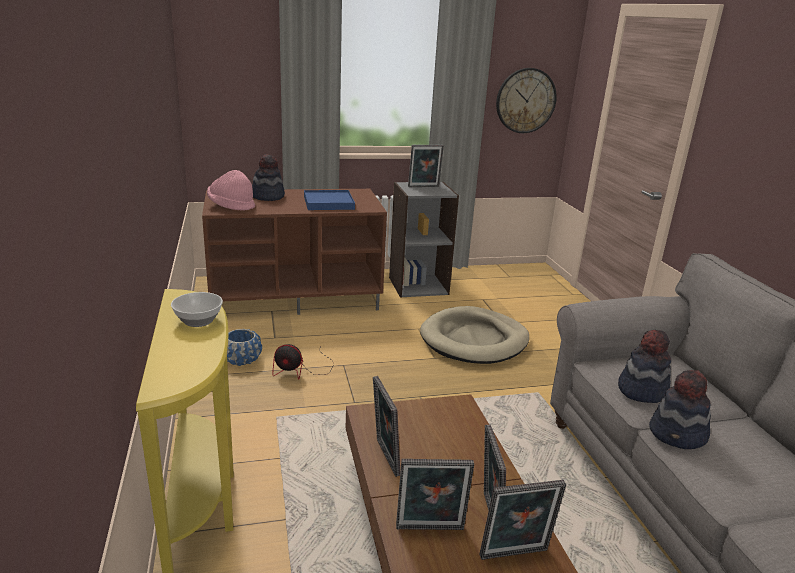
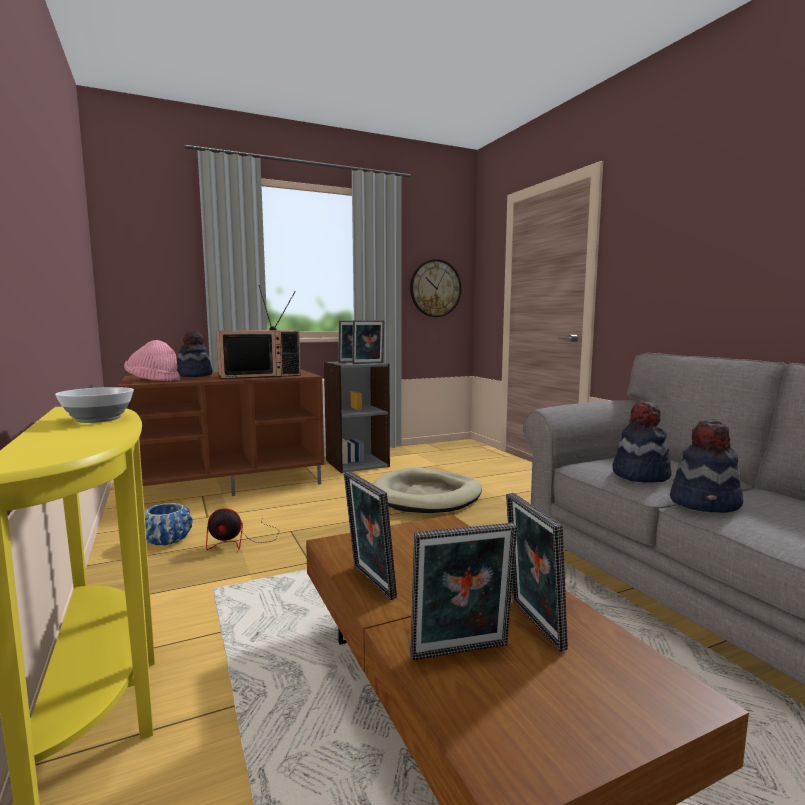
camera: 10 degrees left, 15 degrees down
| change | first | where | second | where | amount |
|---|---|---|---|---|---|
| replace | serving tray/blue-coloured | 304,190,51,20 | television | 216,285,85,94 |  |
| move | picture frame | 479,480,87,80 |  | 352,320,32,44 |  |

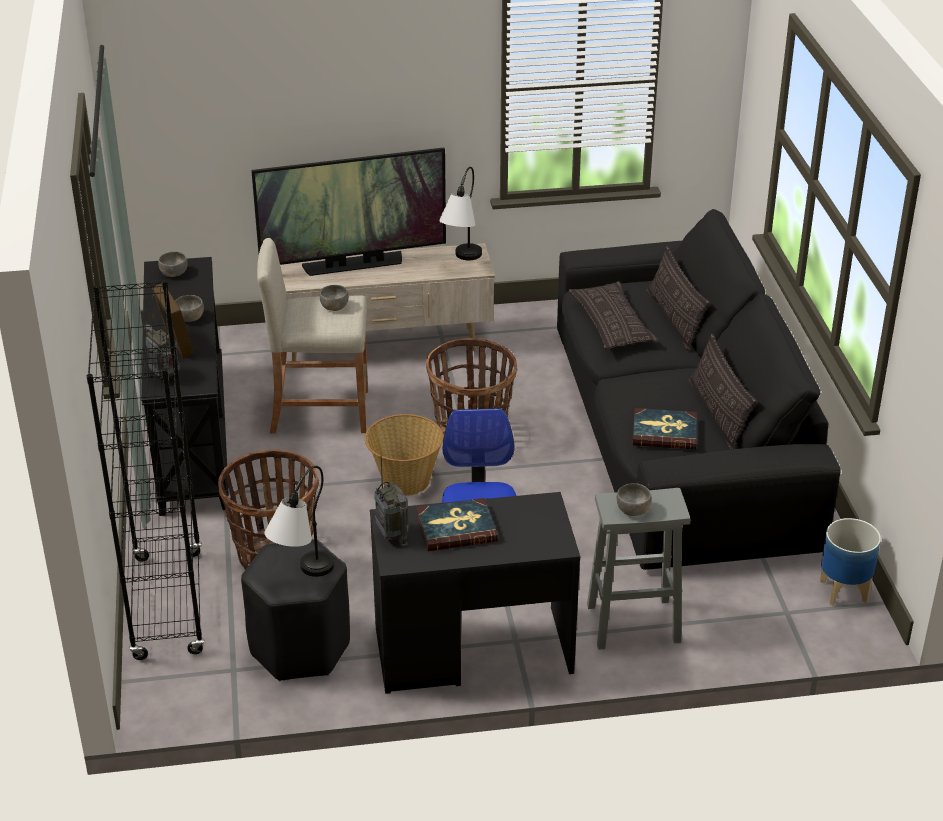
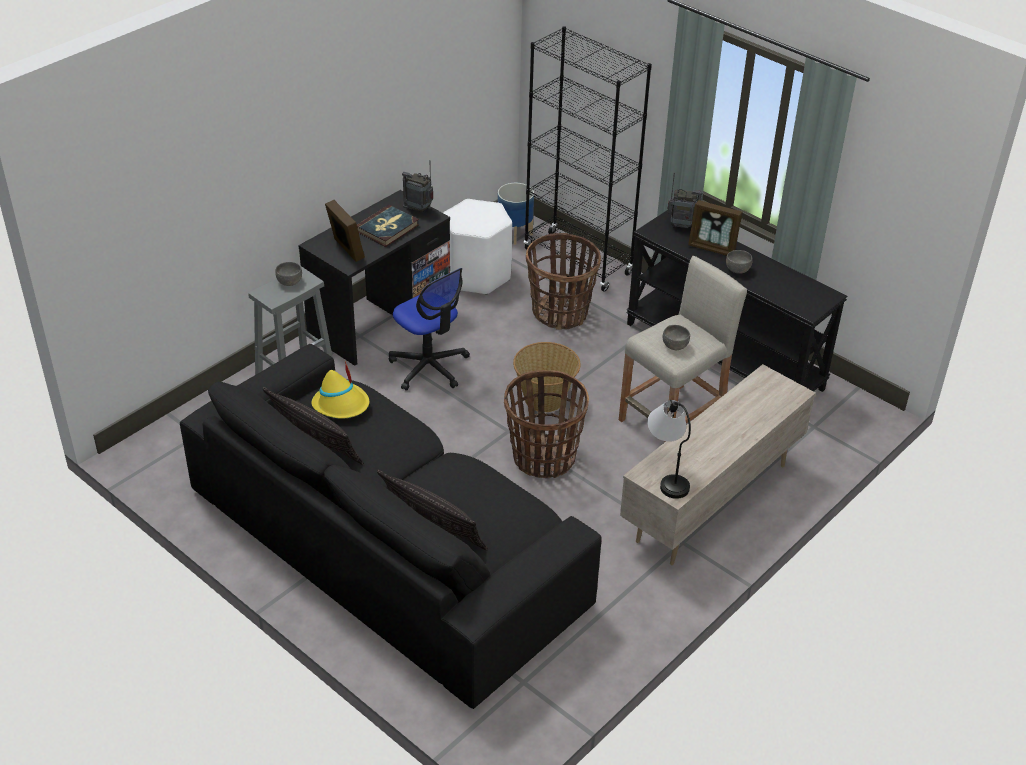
camera: 140 degrees right, 5 degrees up
| change | first | where | second | where | amount |
|---|---|---|---|---|---|
| delete | television | 251,147,195,129 |  |  |  |
| delete | deep dish/gray | 158,251,30,26 |  |  |  |
| delete | pillow | 569,281,90,69 |  |  |  |
| replace | bound book | 632,408,65,42 | wearable hat/yellowish | 311,361,58,58 |  |
| delete | tabletop lamp | 264,466,71,111 |  |  |  |
| move | flower pot | 820,518,61,88 |  | 498,183,36,62 |  |
| recolor | stool/blackish | 241,539,109,142 | stool/white | 443,199,69,96 |  |
| insert |  |  | picture frame | 325,200,40,62 |  |

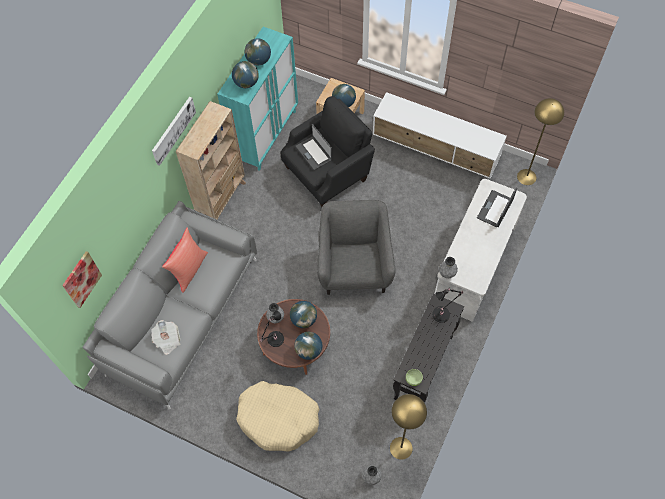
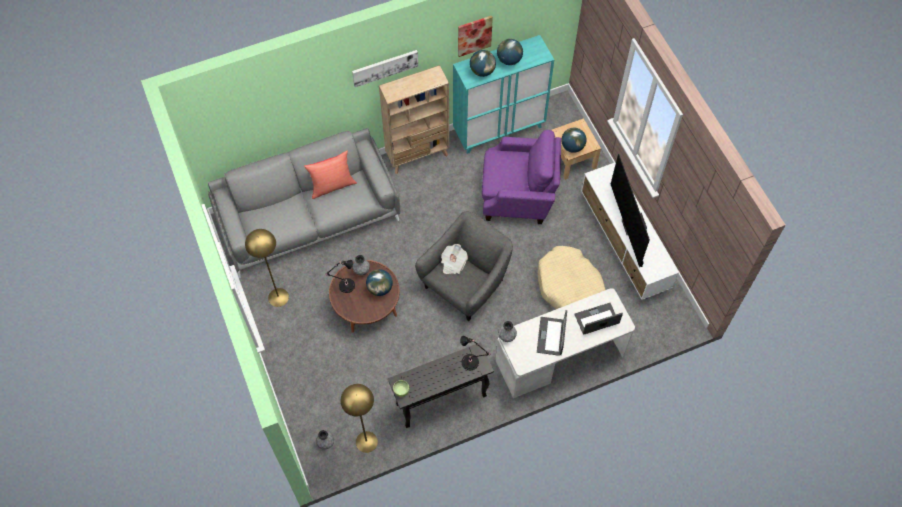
camera: 40 degrees right, 0 degrees up
| change | first | where | second | where | amount |
|---|---|---|---|---|---|
| recolor | lounge chair/blackish | 281,96,94,111 | lounge chair/purplish | 482,130,79,94 |  |
| move | standard lamp/yellowish | 517,98,47,87 |  | 245,229,44,78 |  |
| move | laptop | 296,124,36,46 |  | 537,310,30,46 |  |
| move | wall art | 62,251,40,57 |  | 458,16,35,41 |  |
| move | printed paper | 151,320,29,35 |  | 441,244,27,30 |  |
| delete | world globe | 294,332,28,28 |  |  |  |
| move | dog bed/beige-coloured | 236,381,84,71 |  | 538,246,68,63 |  |
| insert |  |  | television | 611,154,39,113 |  |

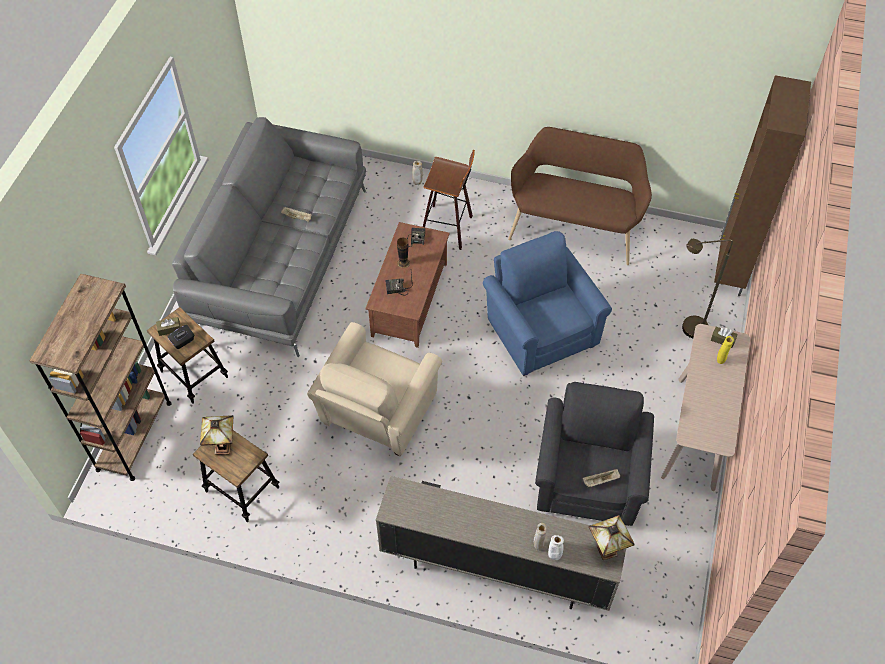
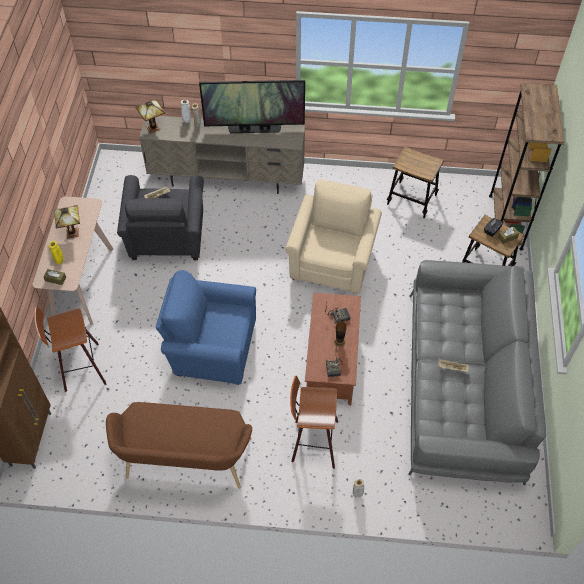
camera: 170 degrees right, 0 degrees up
| change | first | where | second | where | amount |
|---|---|---|---|---|---|
| rotate | lounge chair/blue-coloured | 483,231,129,145 |  | 156,270,100,115 | 135 degrees clockwise |
| replace | standard lamp/brownish | 682,239,51,99 | stool | 35,307,71,85 |  |
| move | tabletop lamp | 200,415,34,40 |  | 54,205,26,34 |  |
| insert |  |  | television | 199,80,106,53 |  |

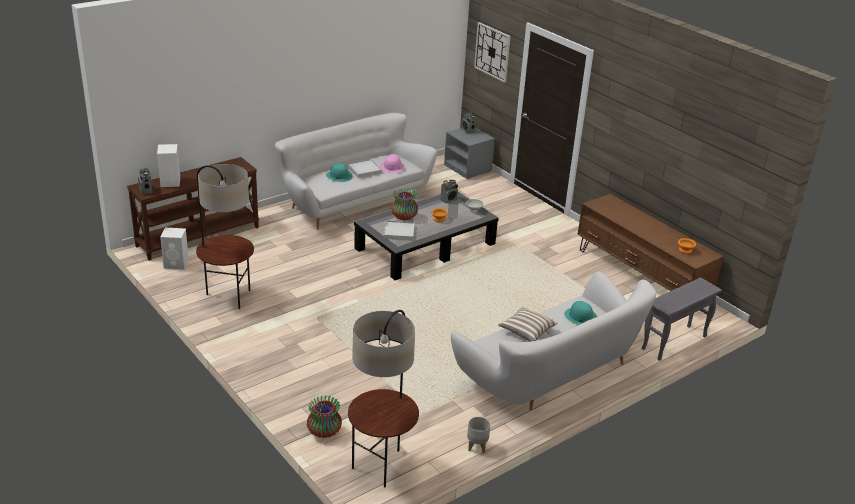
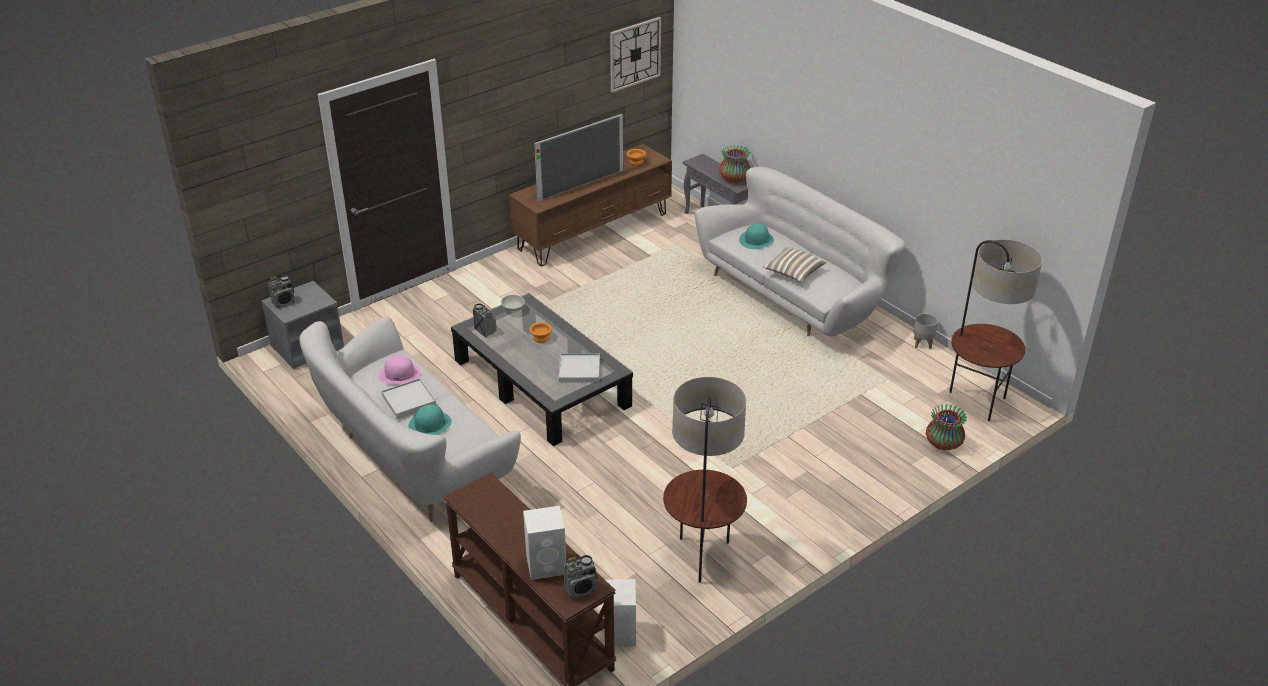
camera: 90 degrees left, 5 degrees up
| change | first | where | second | where | amount |
|---|---|---|---|---|---|
| move | hanging clock | 474,22,37,61 |  | 610,17,51,76 |  |
| move | vase | 391,188,27,32 |  | 719,145,31,38 |  |
| insert |  |  | television | 534,114,89,87 |  |

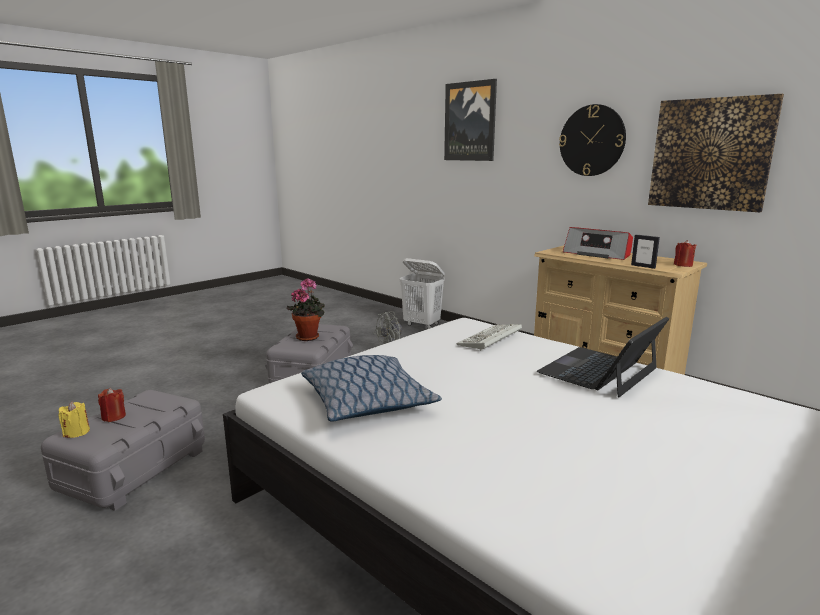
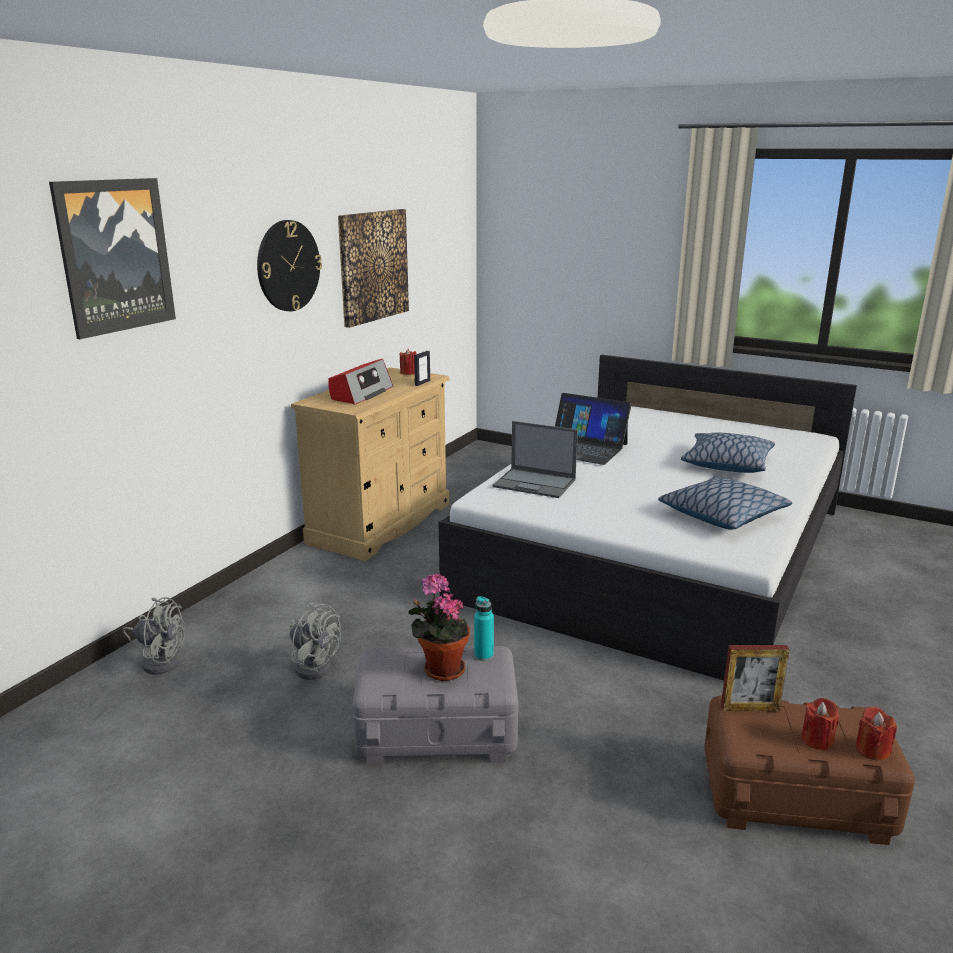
camera: 105 degrees left, 5 degrees up
| change | first | where | second | where | amount |
|---|---|---|---|---|---|
| replace | washing basket/white | 399,258,46,71 | cooling fan/gray | 122,597,63,78 |  |
| replace | computer keyboard | 456,324,66,27 | laptop | 493,421,85,77 |  |
| recolor | storage container/gray | 41,390,164,121 | storage container/brownish | 704,695,211,150 |  |
| recolor | wax candle/yellowish | 59,401,31,37 | wax candle/red | 856,707,41,53 |  |
| insert |  |  | pillow | 681,433,94,40 |  |
| insert |  |  | drink bottle/turquoise-coloured | 474,596,20,65 |  |
| insert |  |  | picture frame | 721,645,69,66 |  |

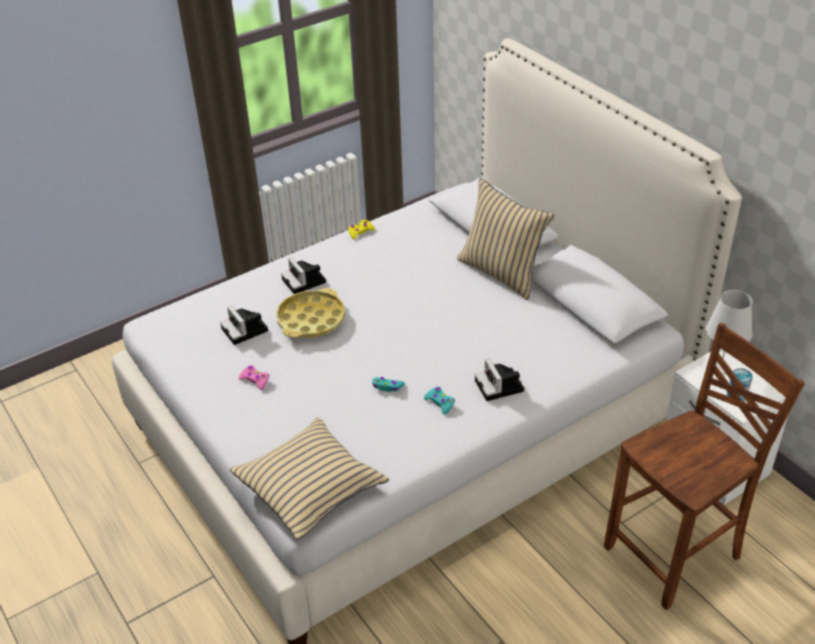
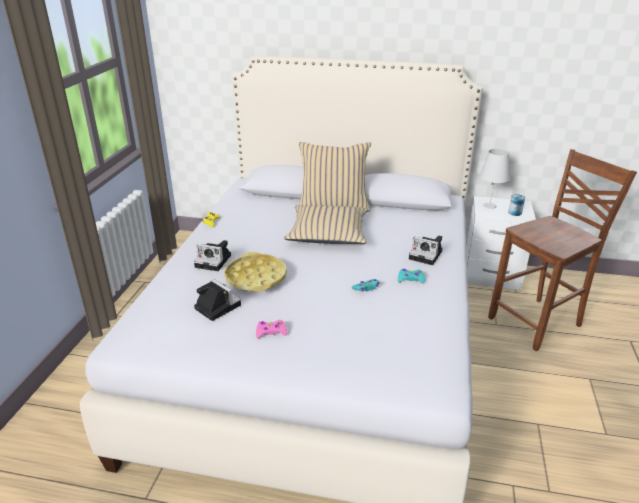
camera: 45 degrees left, 10 degrees down
| change | first | where | second | where | amount |
|---|---|---|---|---|---|
| rotate | still camera | 220,305,48,40 |  | 194,279,47,42 | 150 degrees counterclockwise |
| rotate | plain chair/brownish | 604,322,201,288 |  | 488,149,149,202 | 45 degrees clockwise |
| move | pillow/beige-coloured | 230,418,159,123 |  | 284,205,84,39 |  |

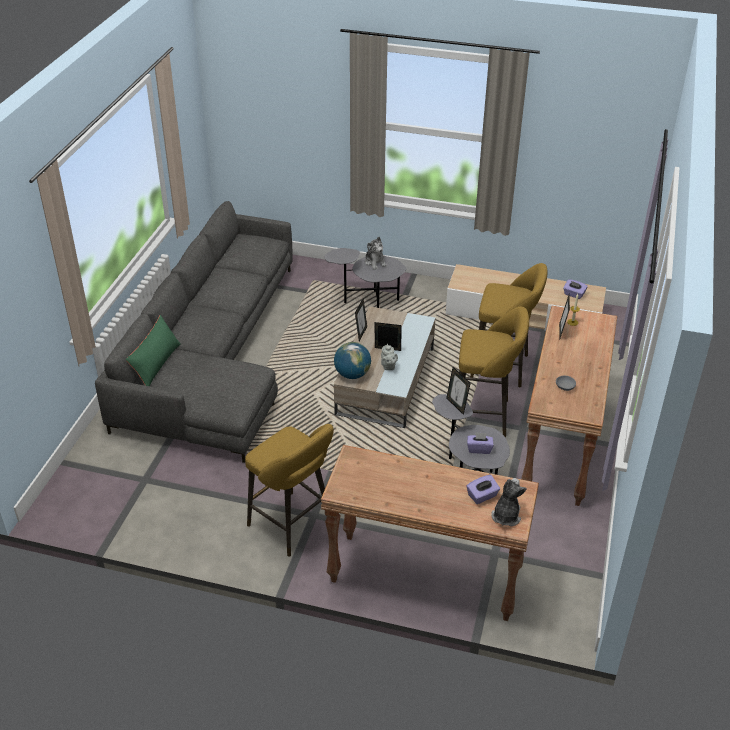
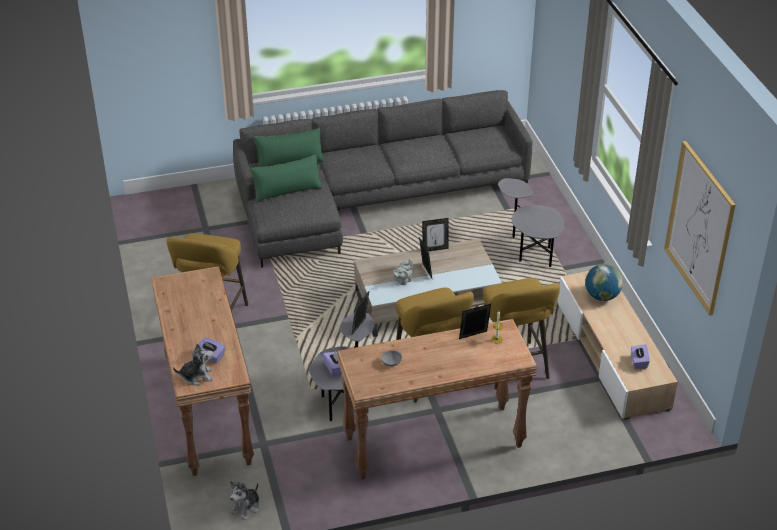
camera: 60 degrees right, 0 degrees up
| change | first | where | second | where | amount |
|---|---|---|---|---|---|
| move | plush toy | 365,237,22,33 |  | 230,481,30,39 |  |
| move | world globe | 334,342,37,37 |  | 585,264,38,37 |  |
| insert |  |  | wall art | 664,141,72,174 |  |
| insert |  |  | pillow/green | 250,154,73,48 |  |

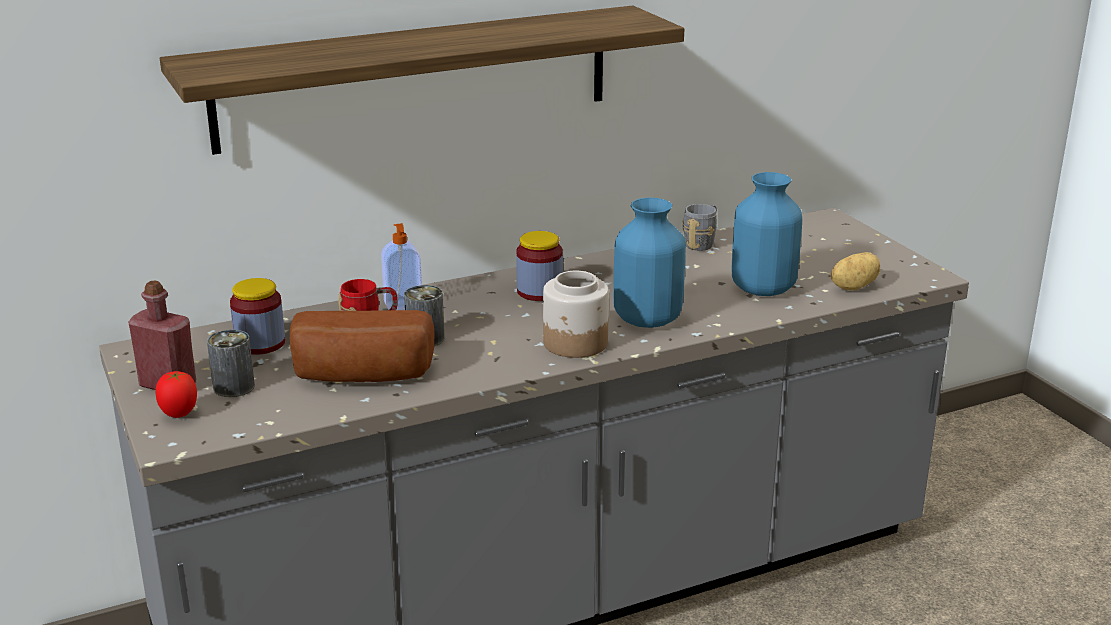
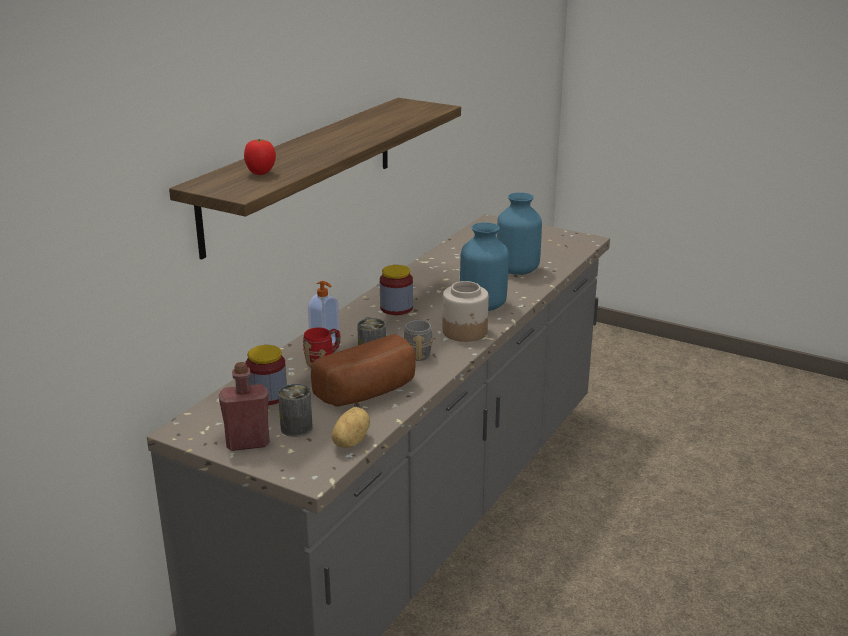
camera: 35 degrees left, 0 degrees up
| change | first | where | second | where | amount |
|---|---|---|---|---|---|
| move | tea mug/gray | 682,204,35,47 |  | 404,319,29,42 |  |
| move | whole potato | 831,252,49,38 |  | 332,407,38,41 |  |
| move | whole tomato | 155,371,42,47 |  | 244,139,32,36 |  |

